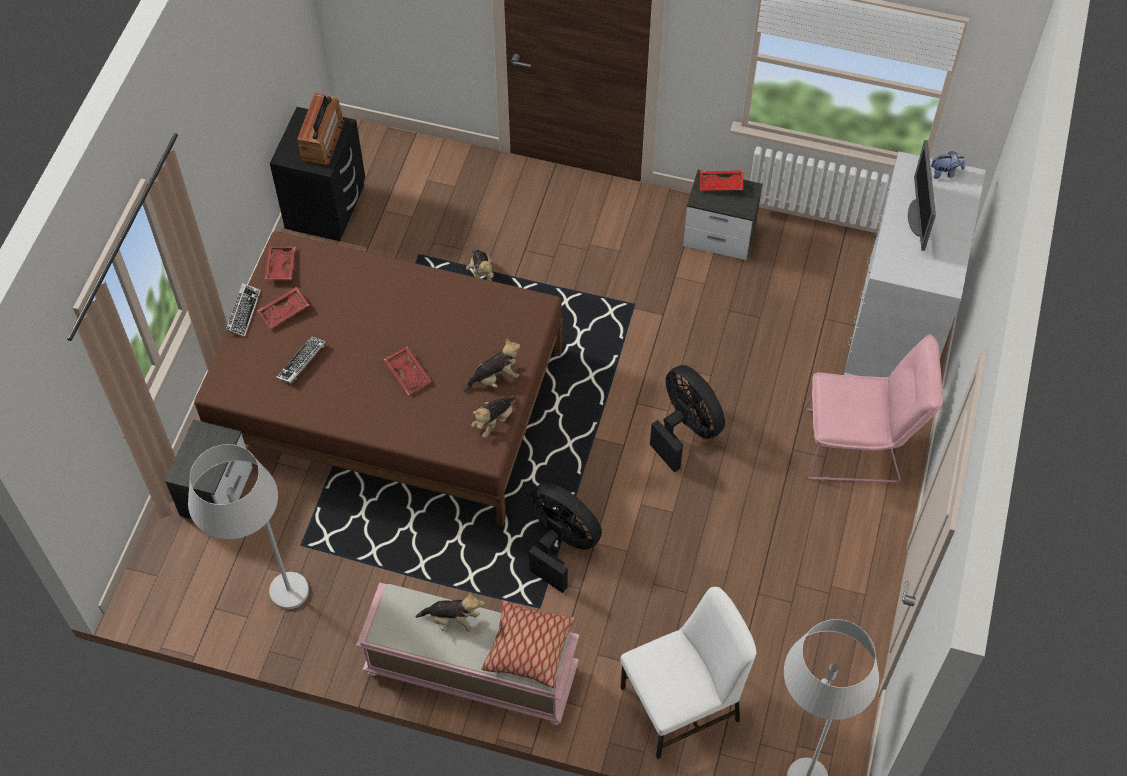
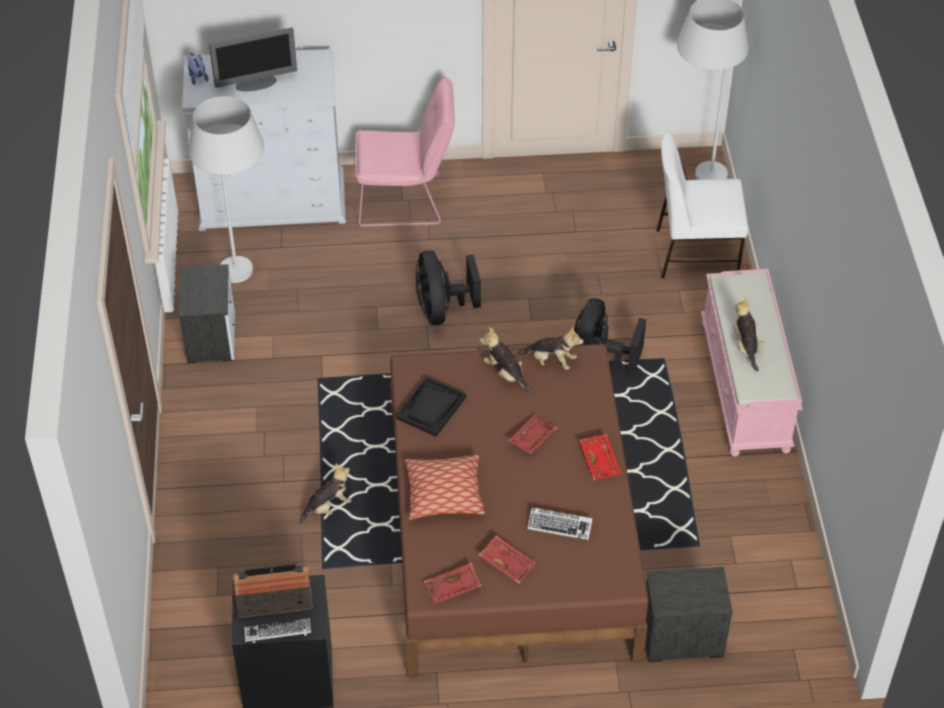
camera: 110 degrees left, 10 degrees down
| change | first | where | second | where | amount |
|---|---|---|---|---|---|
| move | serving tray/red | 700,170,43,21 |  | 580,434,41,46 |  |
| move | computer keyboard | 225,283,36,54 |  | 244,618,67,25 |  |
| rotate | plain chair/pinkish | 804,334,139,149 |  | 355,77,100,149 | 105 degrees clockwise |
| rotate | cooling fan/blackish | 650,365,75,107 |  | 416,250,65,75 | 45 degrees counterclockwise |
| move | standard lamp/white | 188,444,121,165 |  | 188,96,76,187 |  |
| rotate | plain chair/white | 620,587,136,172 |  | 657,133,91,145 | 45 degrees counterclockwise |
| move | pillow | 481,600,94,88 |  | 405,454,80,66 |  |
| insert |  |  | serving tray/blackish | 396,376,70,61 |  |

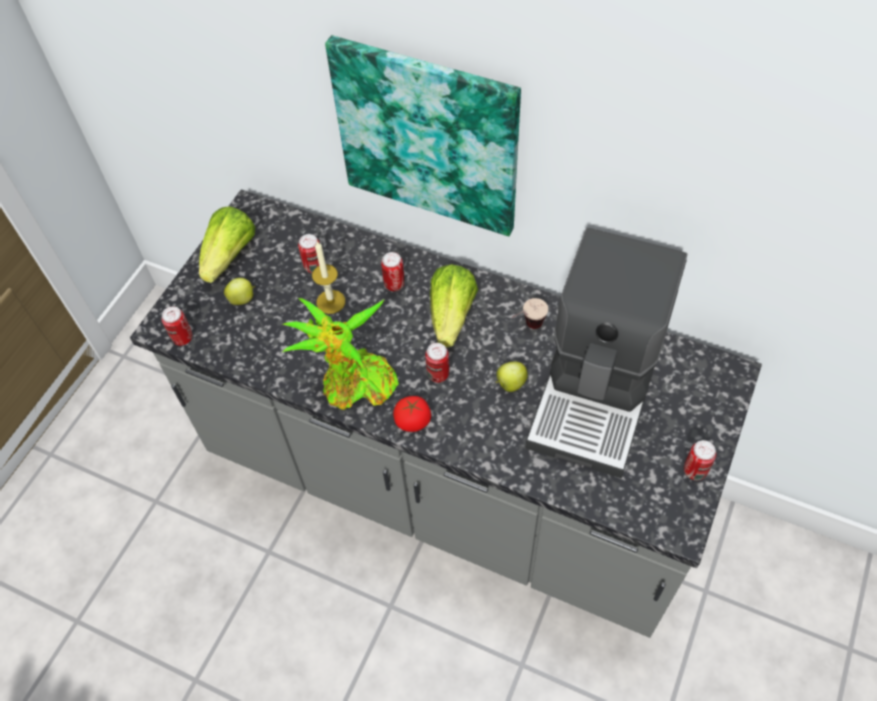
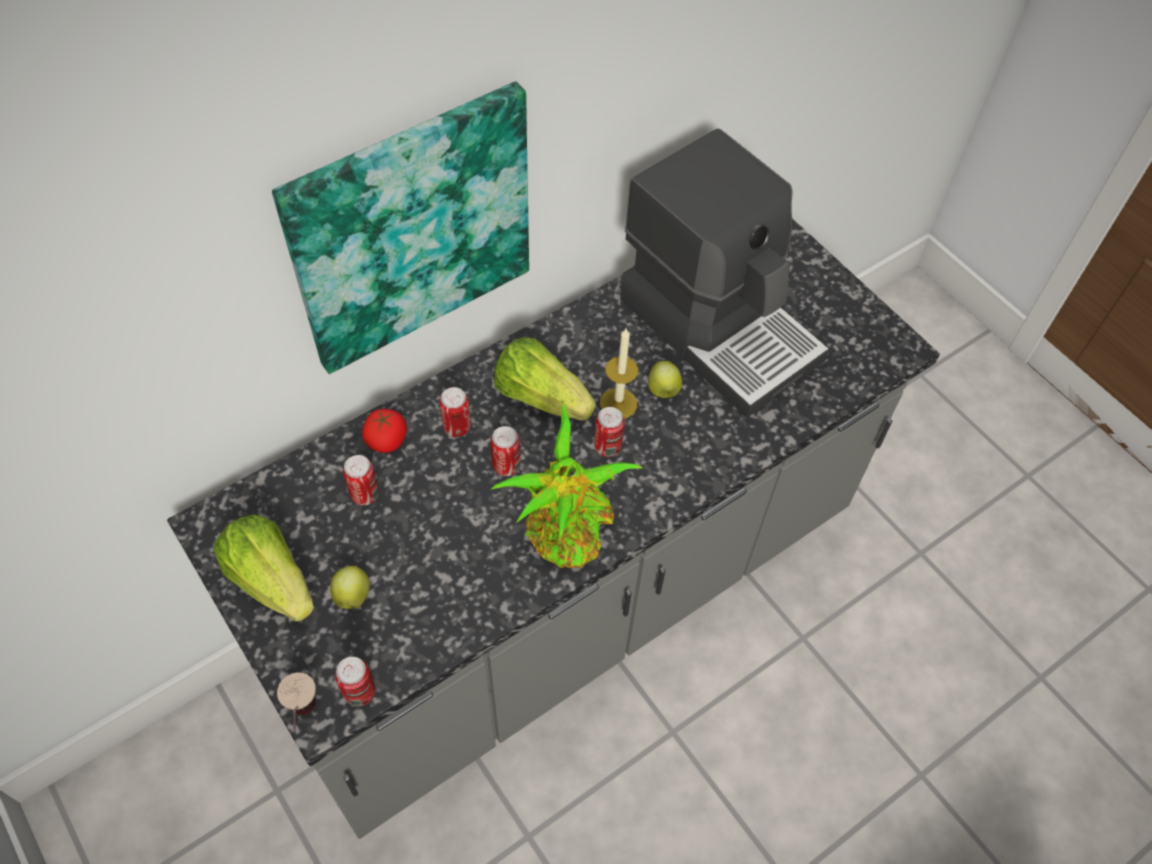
camera: 65 degrees left, 0 degrees up
| change | first | where | second | where | amount |
|---|---|---|---|---|---|
| move | wax candle | 312,242,33,72 |  | 600,328,39,91 |  |
| move | drinking cup | 512,298,36,31 |  | 277,673,39,59 |  |
| move | whole tomato | 393,396,38,36 |  | 362,409,45,44 |  |
| move | can | 684,440,32,40 |  | 490,426,31,50 |  |

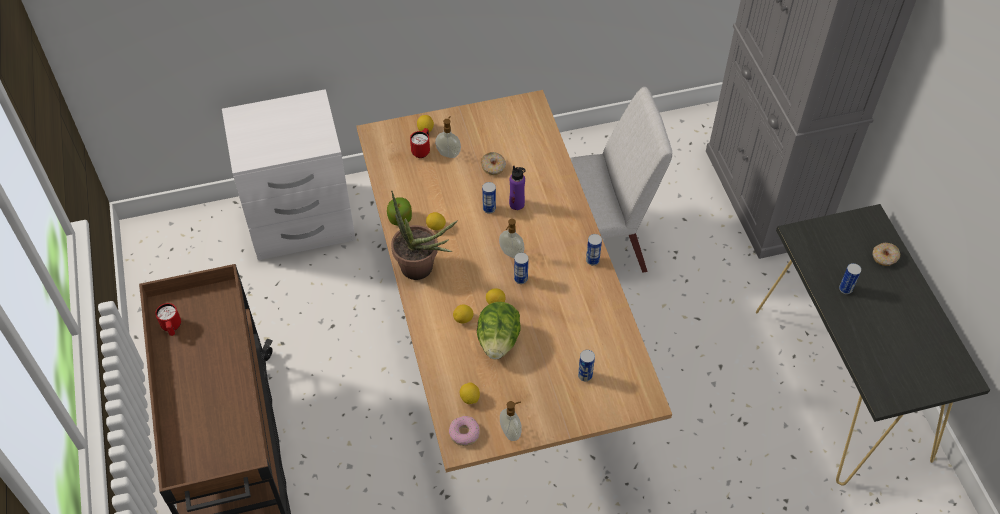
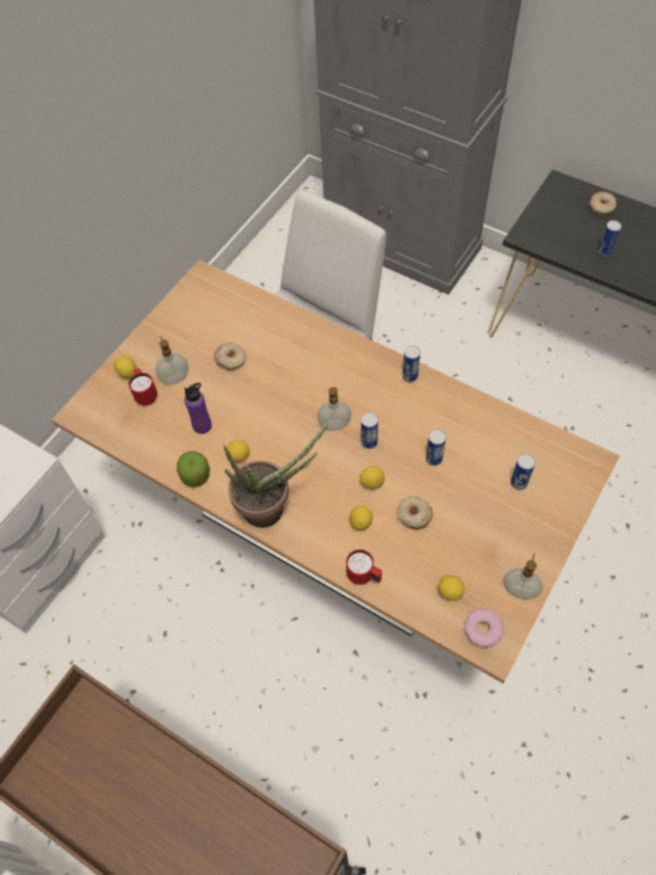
camera: 40 degrees left, 5 degrees up
| change | first | where | second | where | amount |
|---|---|---|---|---|---|
| move | drink bottle/purplish | 509,165,17,45 |  | 184,383,28,51 |  |
| move | can | 482,182,14,32 |  | 426,429,20,37 |  |
| replace | head of lettuce | 477,302,44,57 | ring doughnut | 397,496,36,34 |  |
| move | tea mug/red | 155,303,26,33 |  | 346,549,36,36 |  |

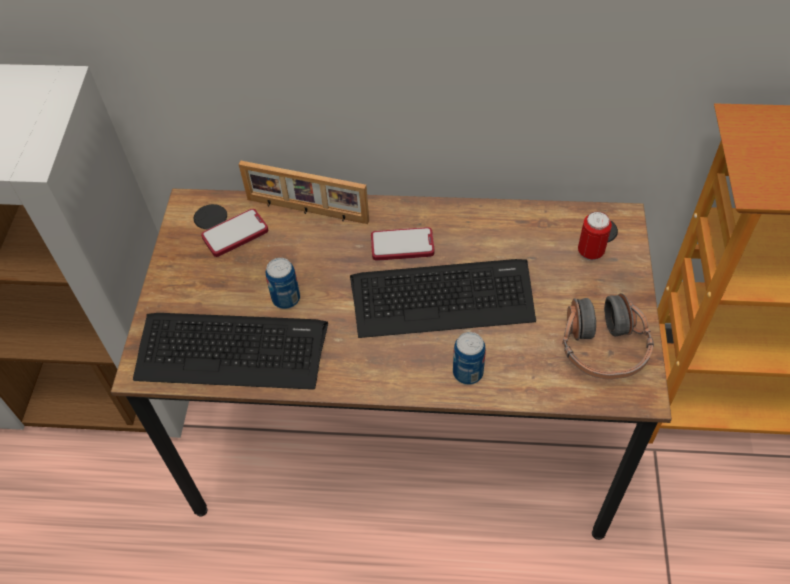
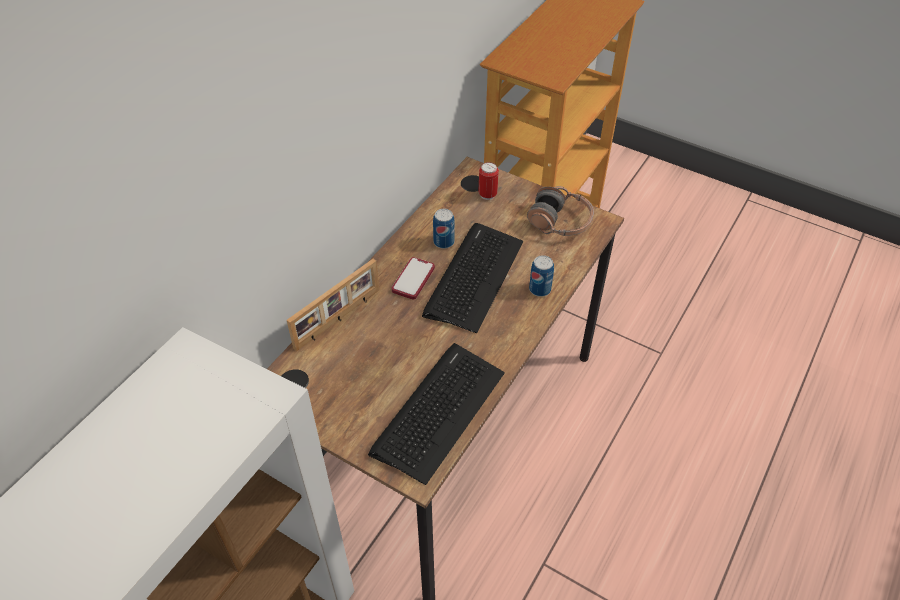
camera: 65 degrees left, 5 degrees down
| change | first | where | second | where | amount |
|---|---|---|---|---|---|
| delete | handset | 201,209,67,48 |  |  |  |
| move | can | 266,258,34,51 |  | 433,209,22,40 |  |

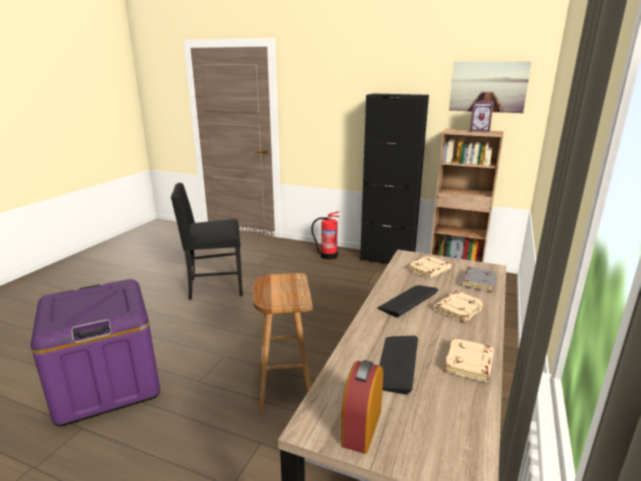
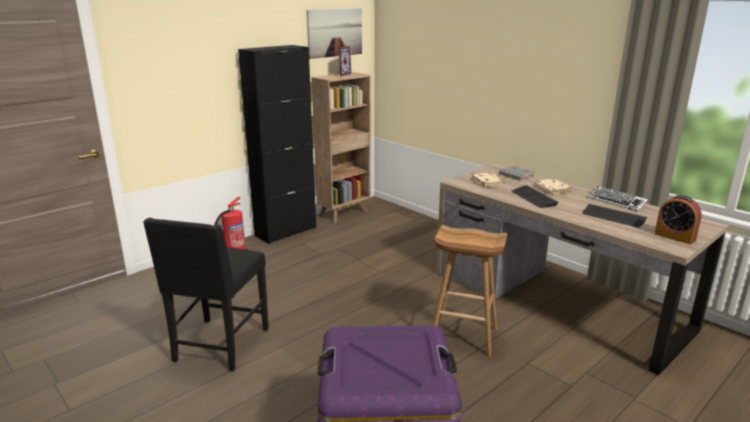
camera: 65 degrees left, 0 degrees up
| change | first | where | second | where | amount |
|---|---|---|---|---|---|
| replace | bound book/beige-coloured | 445,338,49,44 | computer keyboard | 587,186,61,26 |  |

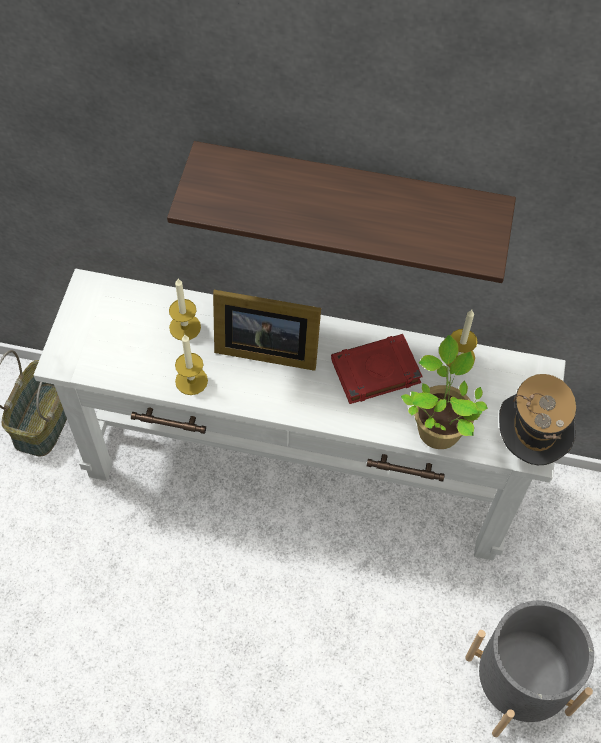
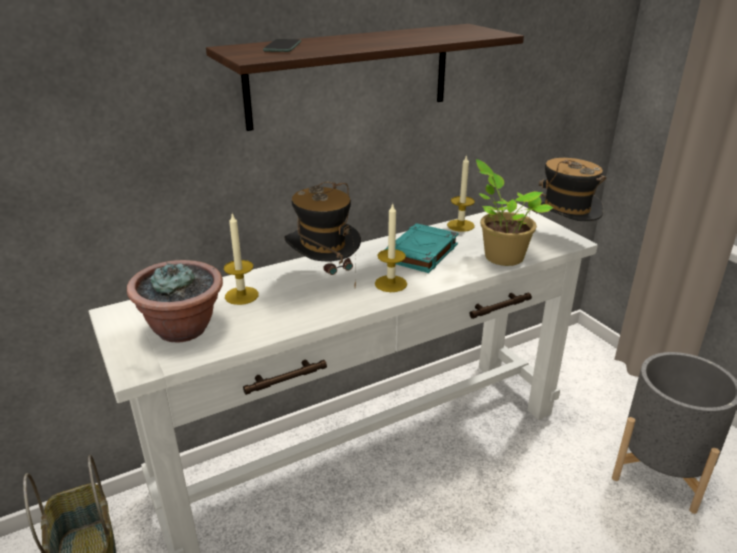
camera: 40 degrees left, 30 degrees down
| change | first | where | second | where | amount |
|---|---|---|---|---|---|
| replace | picture frame | 213,290,108,81 | wearable hat | 284,182,77,105 |  |
| recolor | bound book/red | 331,334,92,70 | bound book/turquoise-coloured | 385,223,74,50 |  |
| move | wax candle | 175,335,33,60 |  | 375,203,32,89 |  |
| insert |  |  | handset | 263,39,38,13 |  |
| insert |  |  | plant in a pot | 127,260,96,82 |  |

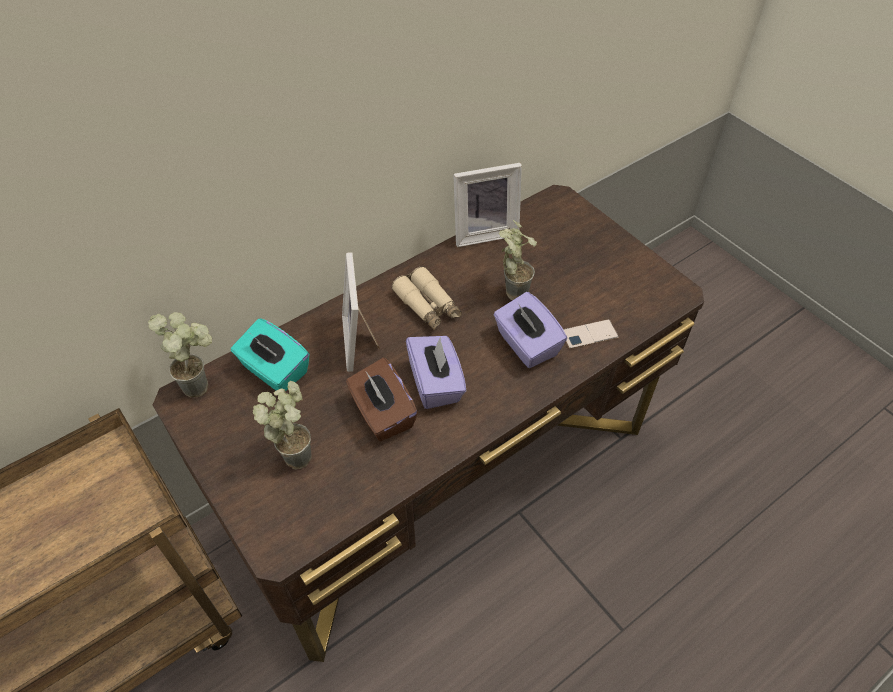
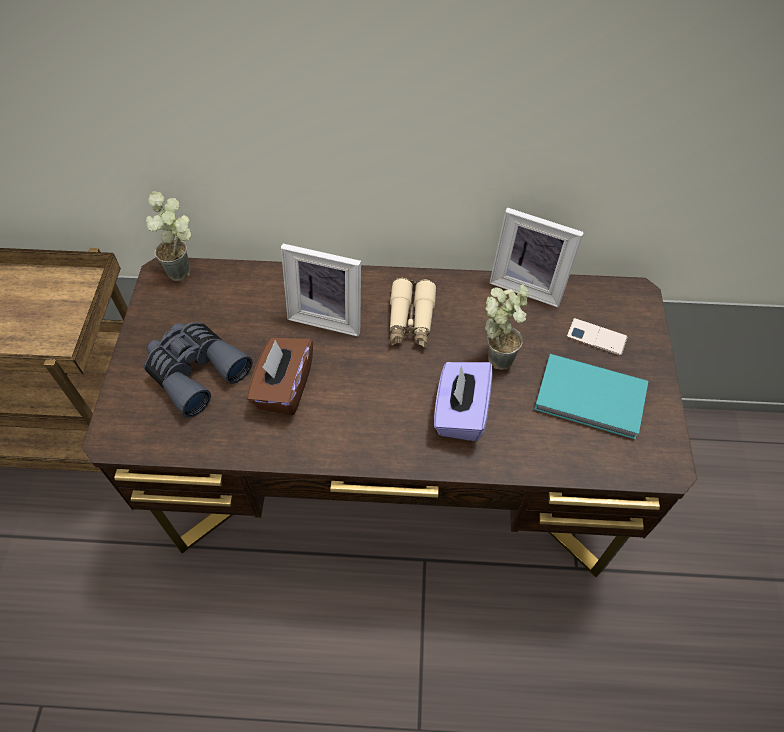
camera: 40 degrees right, 5 degrees up
| change | first | where | second | where | amount |
|---|---|---|---|---|---|
| rotate | picture frame | 342,252,38,120 |  | 281,244,80,93 | 105 degrees counterclockwise |
| delete | tissue box/turquoise-coloured | 231,318,78,73 |  |  |  |
| move | handset | 563,319,56,30 |  | 566,318,62,38 |  |
| delete | tissue box/purplish | 406,336,60,73 |  |  |  |
| replace | plant in a pot | 253,381,59,88 | pair of binoculars/gray | 144,322,109,96 |  |
| insert |  |  | bound book/turquoise-coloured | 534,354,114,86 |  |

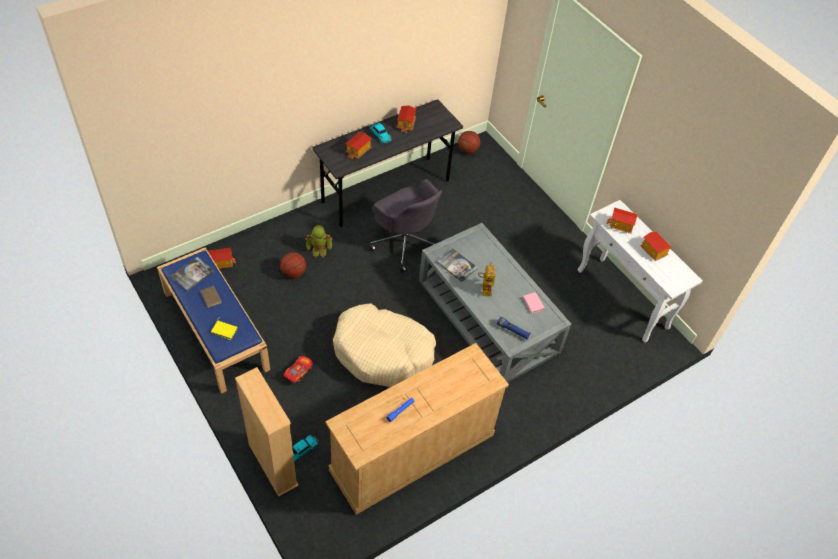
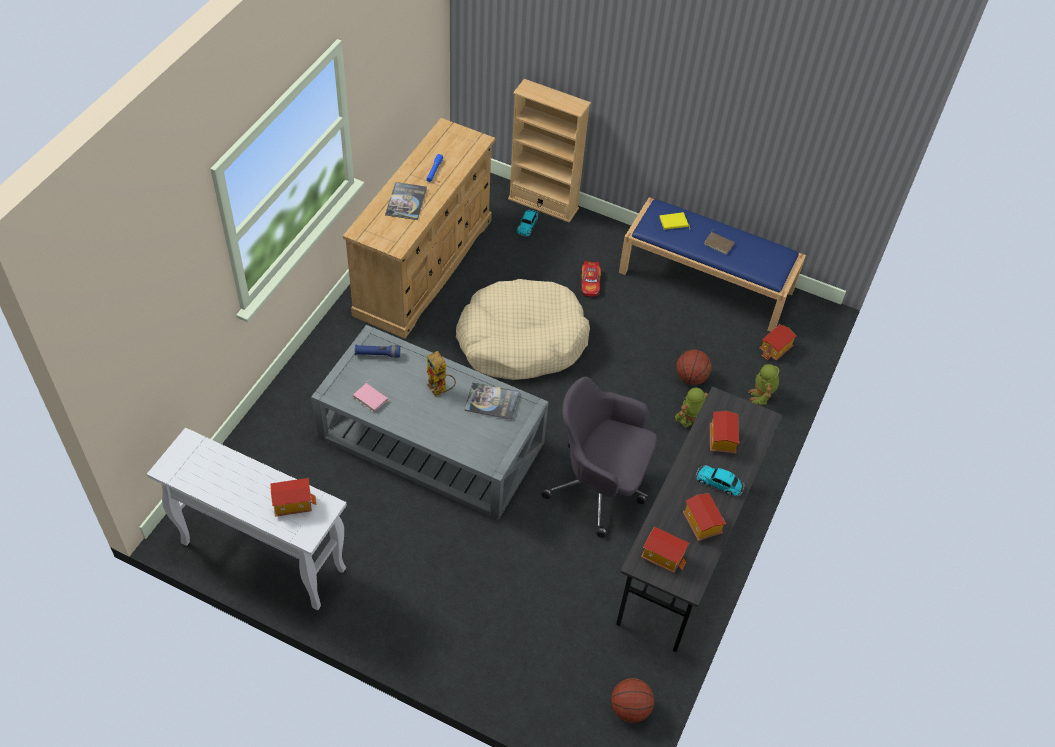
camera: 150 degrees right, 0 degrees up
| change | first | where | second | where | amount |
|---|---|---|---|---|---|
| move | model house | 640,231,32,30 |  | 641,526,48,47 |  |
| move | bound book | 170,257,44,34 |  | 385,182,42,38 |  |
| insert |  |  | robot figure | 748,364,31,42 |  |

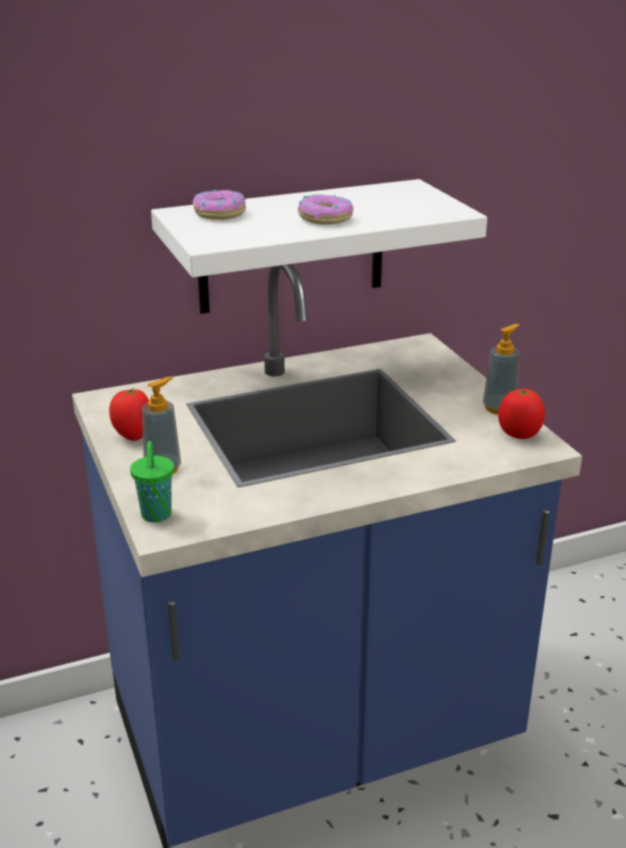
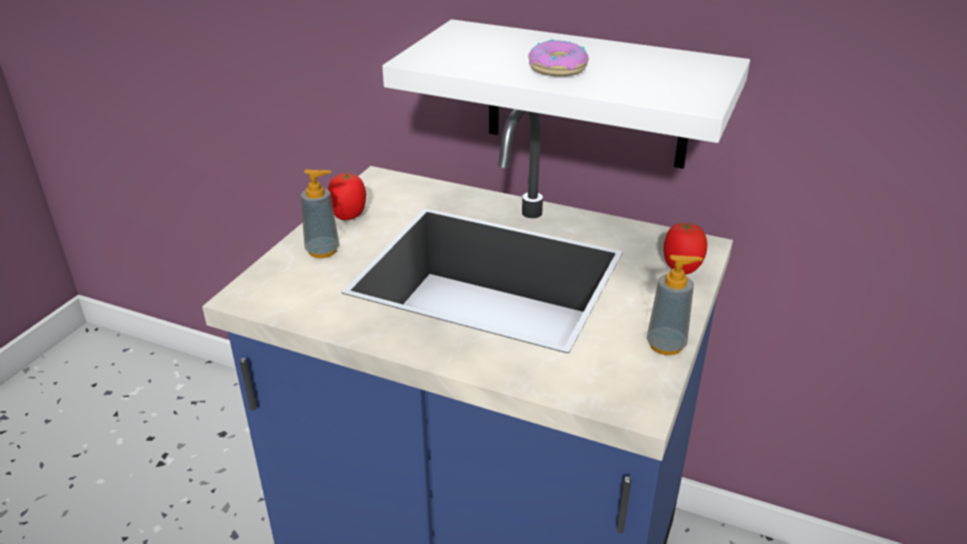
camera: 45 degrees right, 5 degrees up
| change | first | where | second | where | amount |
|---|---|---|---|---|---|
| delete | ring doughnut | 192,189,54,31 |  |  |  |
| move | whole tomato | 498,389,47,50 |  | 664,222,43,52 |  |
| delete | drinking cup/green | 130,441,44,81 |  |  |  |

